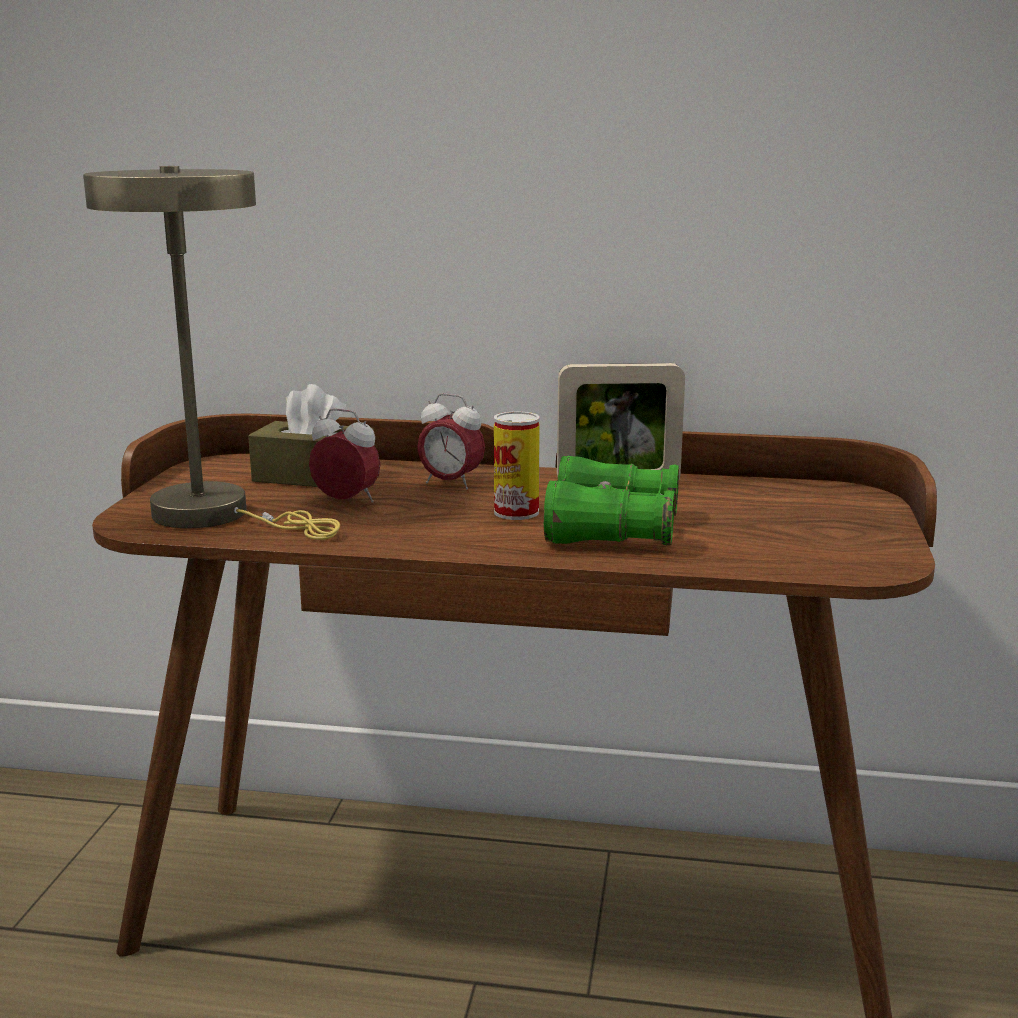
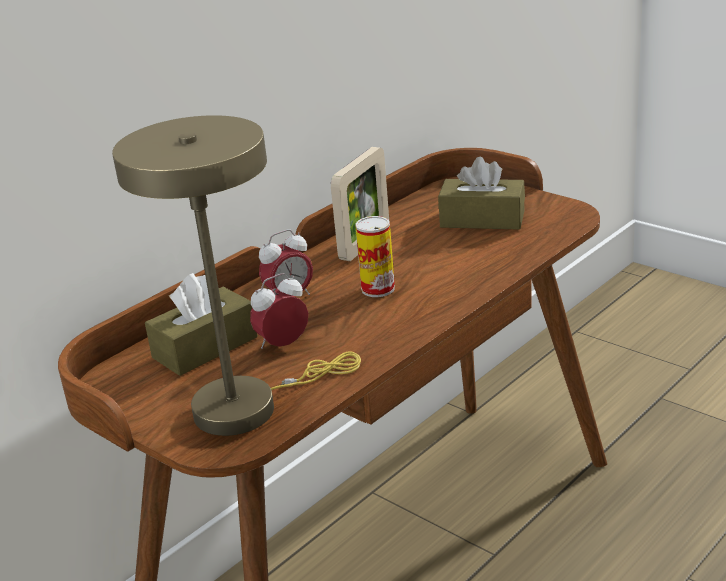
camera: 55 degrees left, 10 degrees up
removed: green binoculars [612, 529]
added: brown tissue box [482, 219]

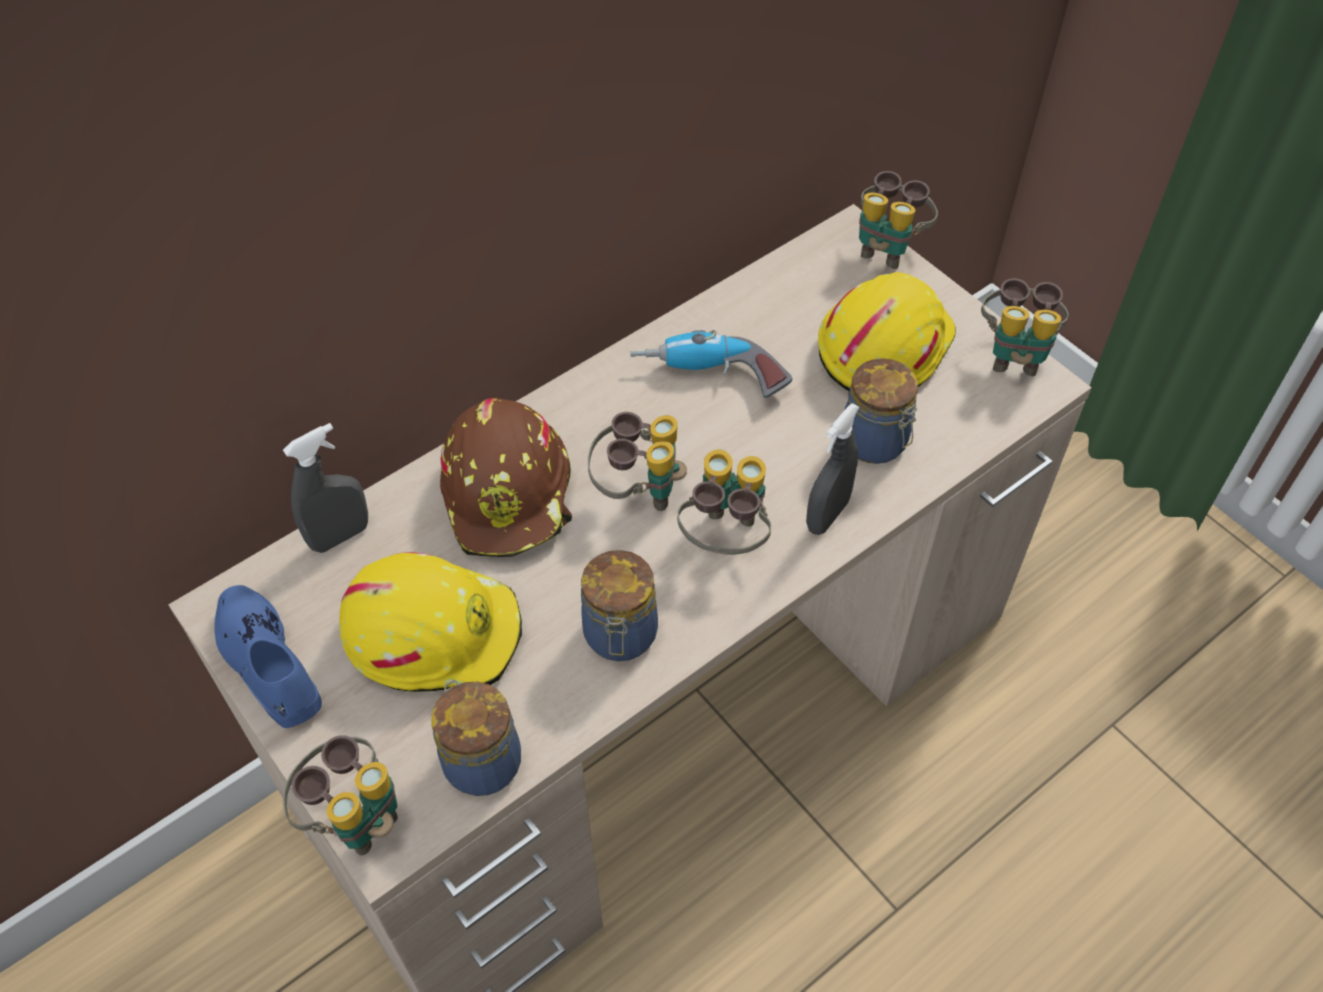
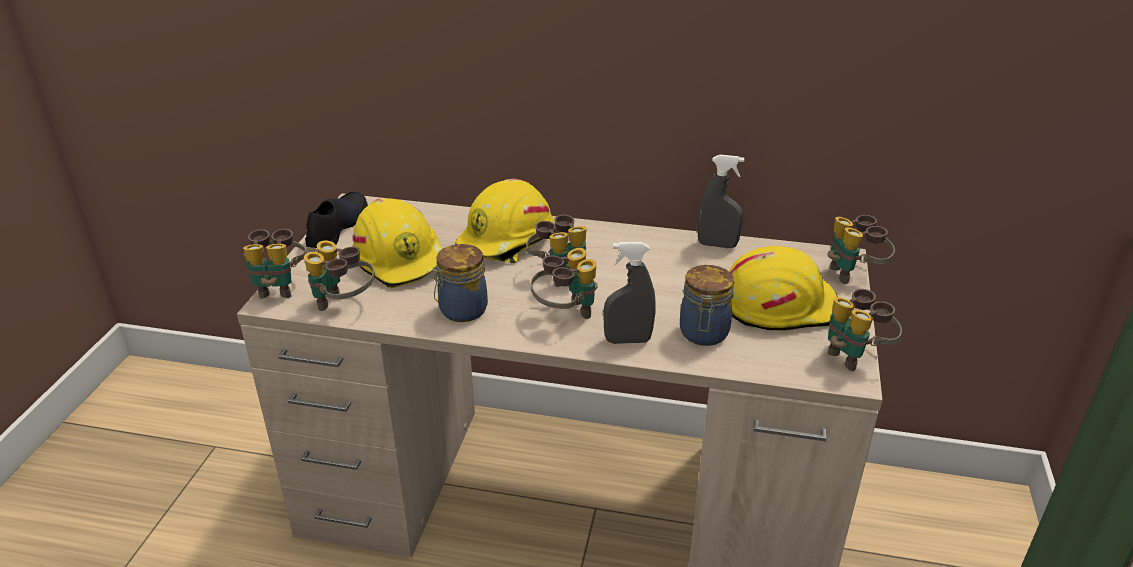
camera: 50 degrees right, 20 degrees down
removed: power drill [710, 378]
moved: grey spray bottle [340, 536] to [717, 245]
replaced: jar [481, 760] to binoculars [343, 305]
recoloured: blue shoe [267, 662] to black shoe [337, 228]; brown hard hat [510, 493] to yellow hard hat [507, 241]

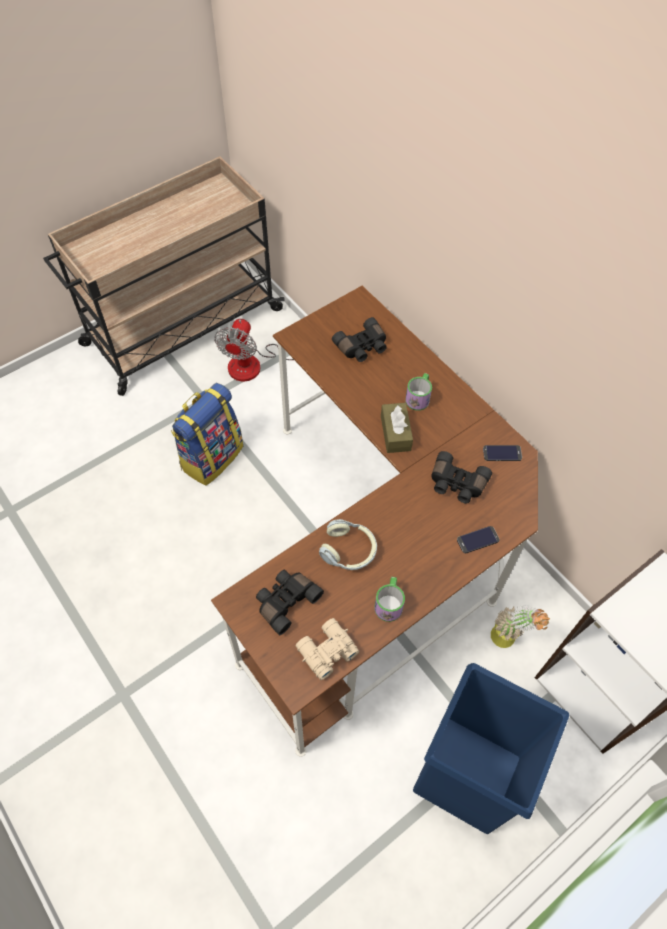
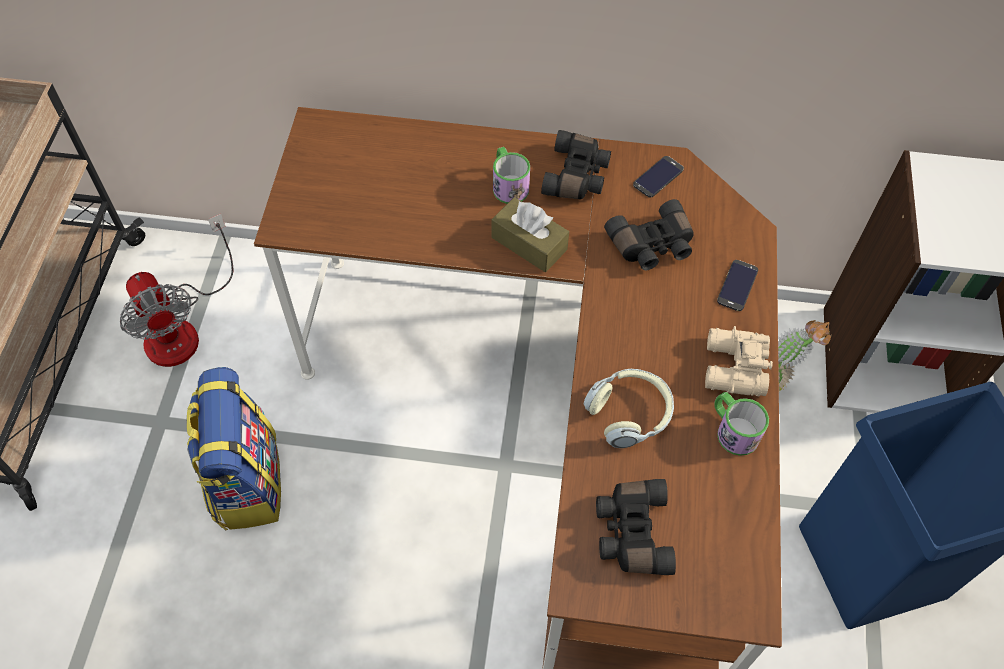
camera: 45 degrees left, 0 degrees up
moved: beige binoculars [325, 651] to [732, 369]; black binoculars [362, 347] to [577, 176]

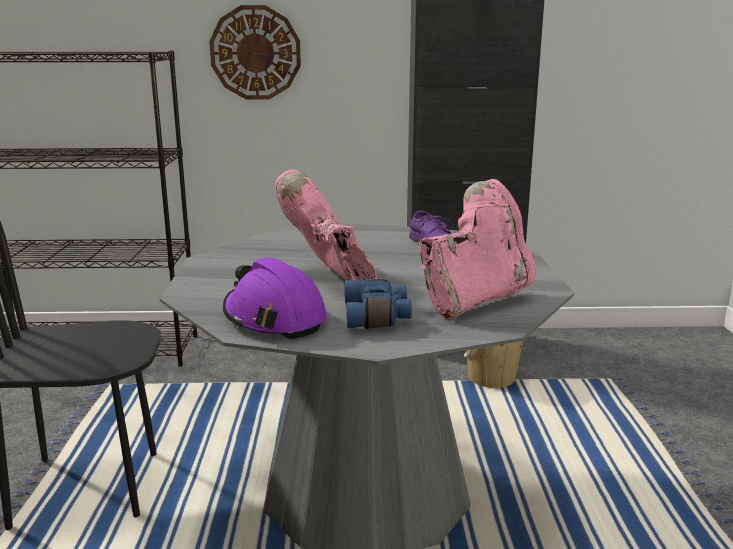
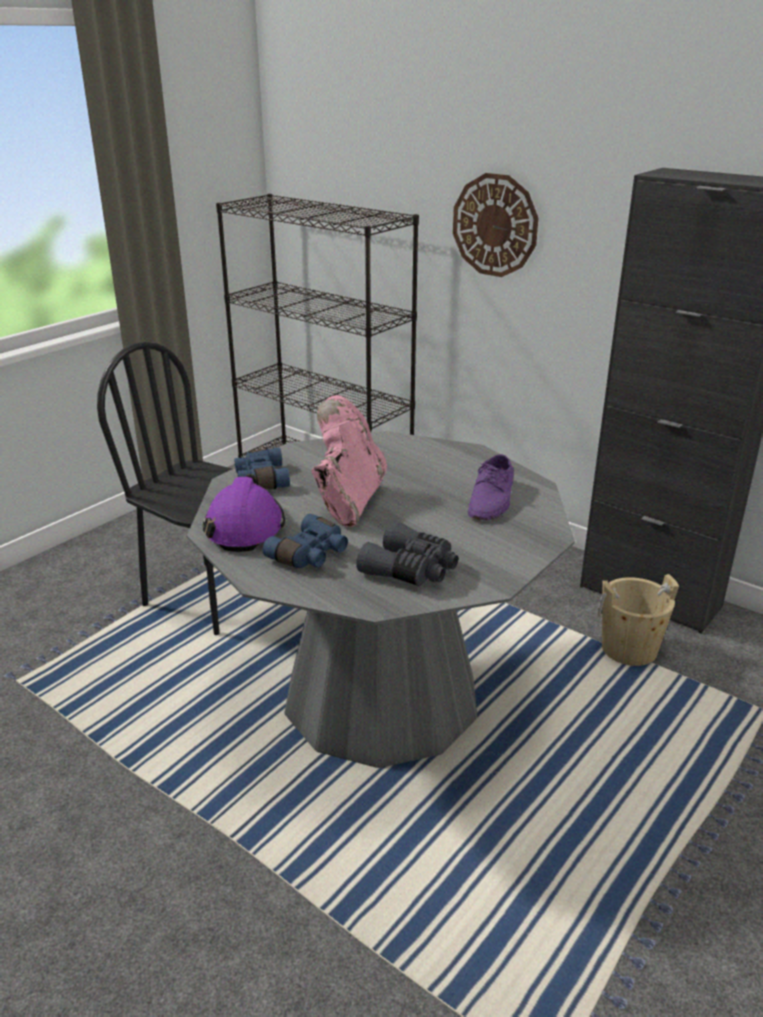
camera: 40 degrees right, 10 degrees up
added: blue binoculars [261, 479]
replaced: pink boot [475, 299] to grey binoculars [411, 569]

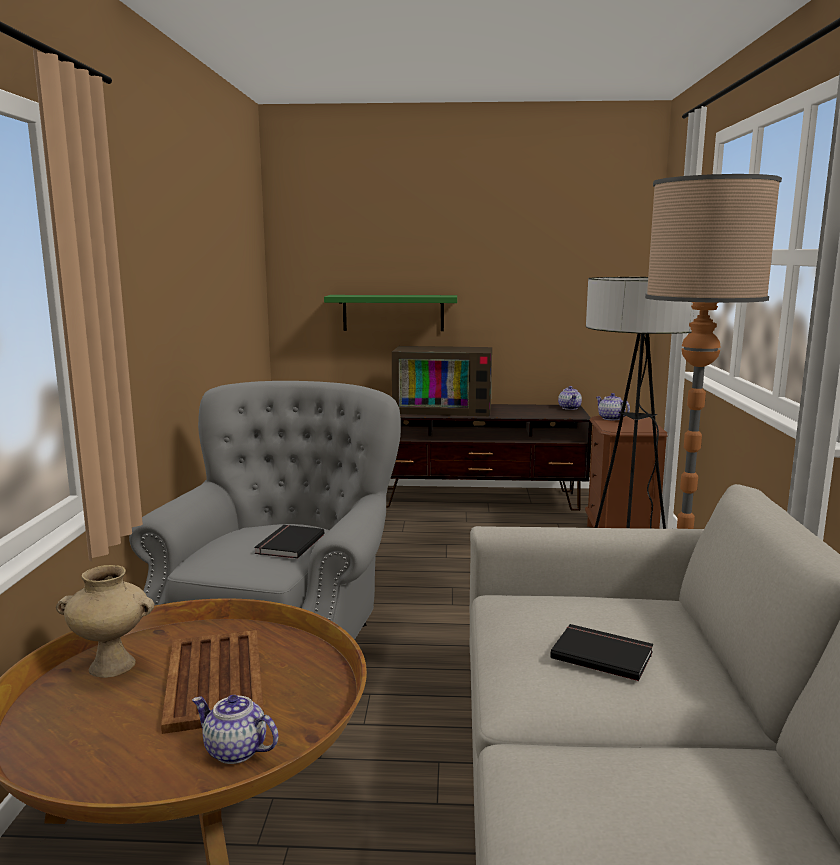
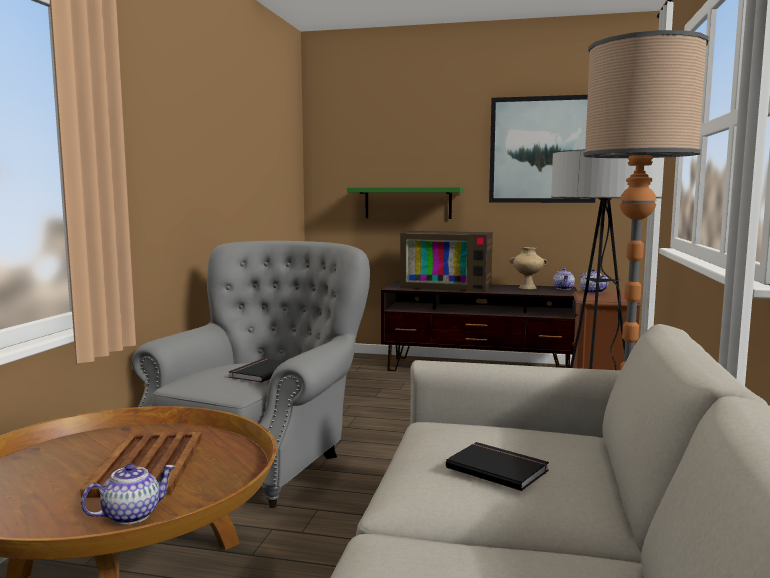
camera: 10 degrees right, 5 degrees down
added: picture [542, 150]
moved: beige vase [113, 665] to [527, 288]
turned: teapot [234, 750] = [132, 515] 105 degrees clockwise

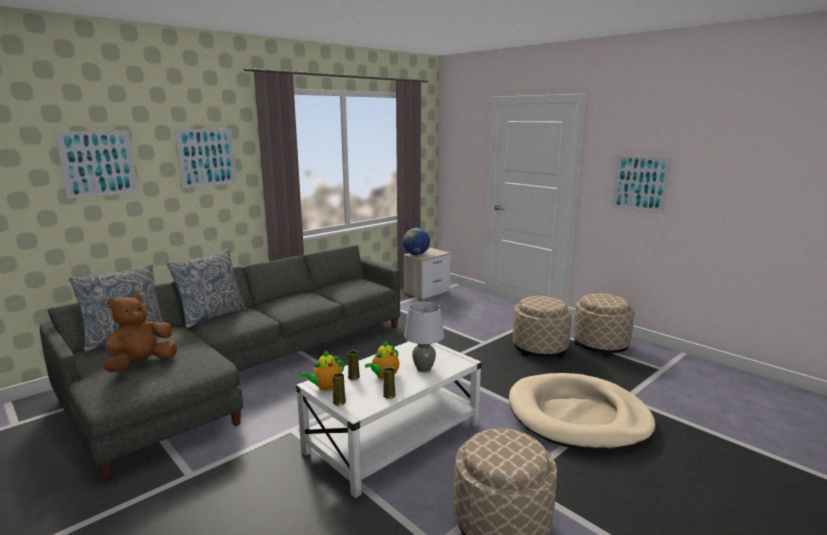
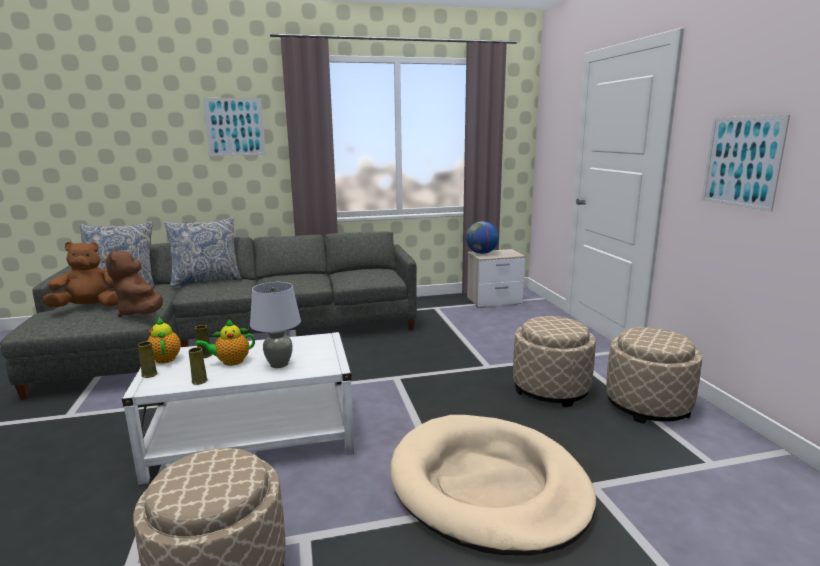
camera: 30 degrees right, 0 degrees up
removed: picture [98, 163]
added: brown plush toy [141, 313]
turned: teapot [325, 387] = [165, 358] 75 degrees clockwise

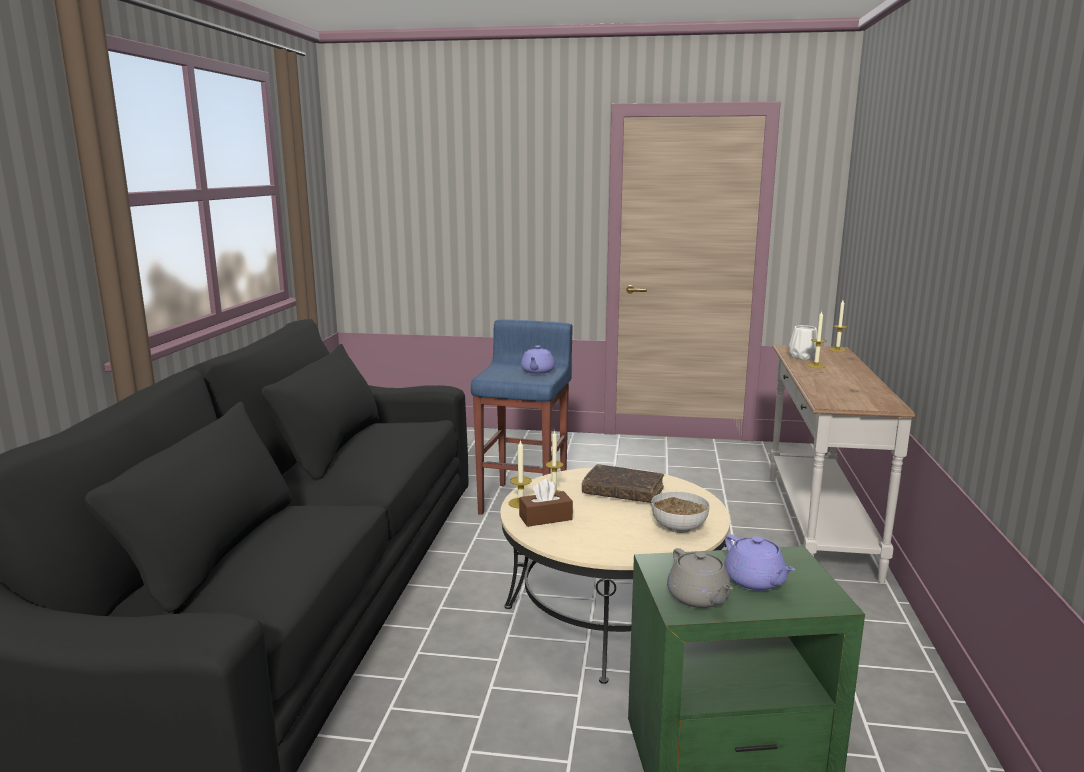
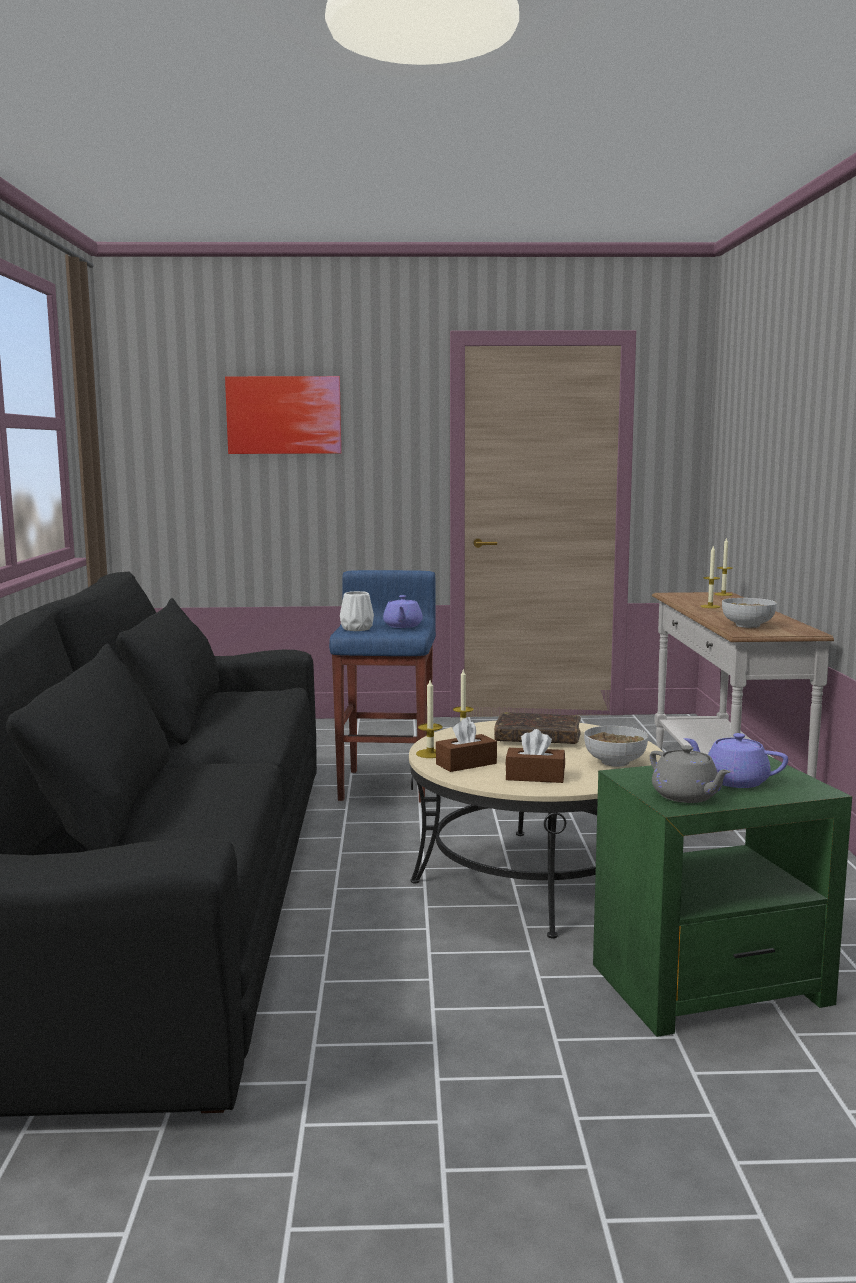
camera: 10 degrees left, 5 degrees down
added: picture [284, 415]; brown tissue box [535, 776]; bowl [747, 625]
moved: white vase [803, 357] to [357, 629]
turned: purple teapot [755, 581] = [734, 781] 150 degrees clockwise

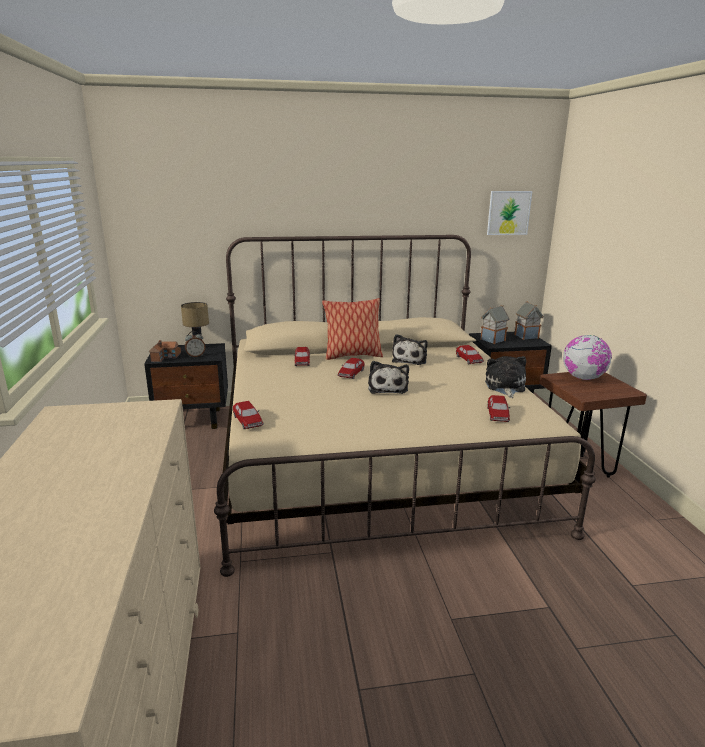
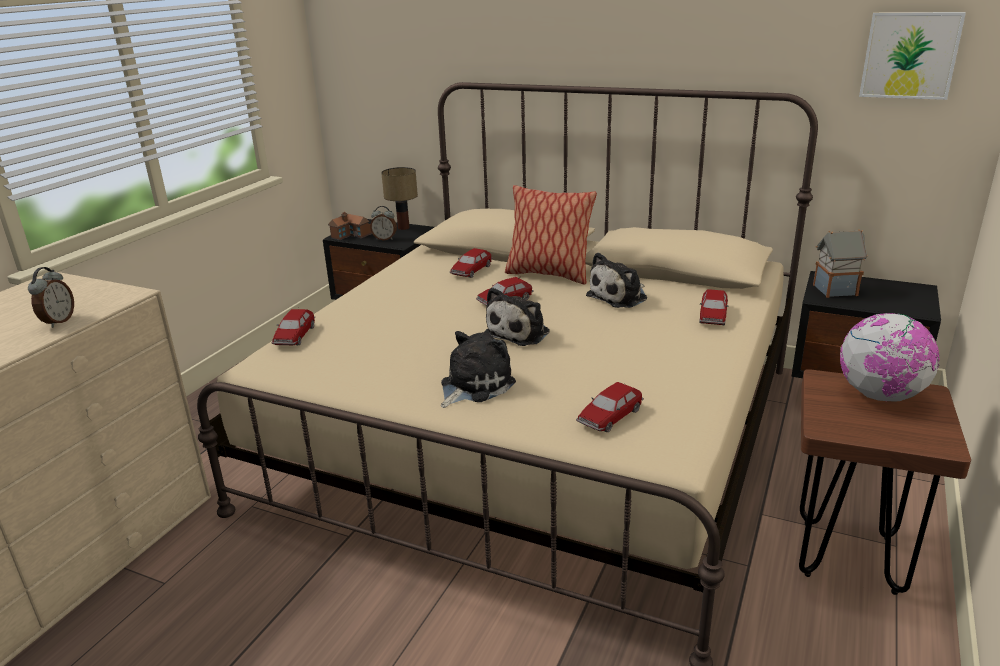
camera: 35 degrees right, 5 degrees up
removed: toy house [527, 336]
added: alarm clock [58, 321]
moved: plush toy [505, 387] to [473, 385]

